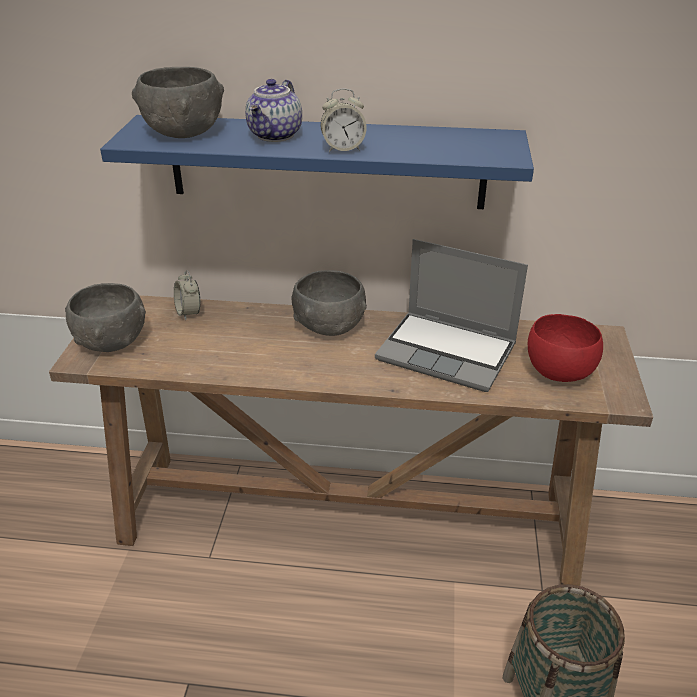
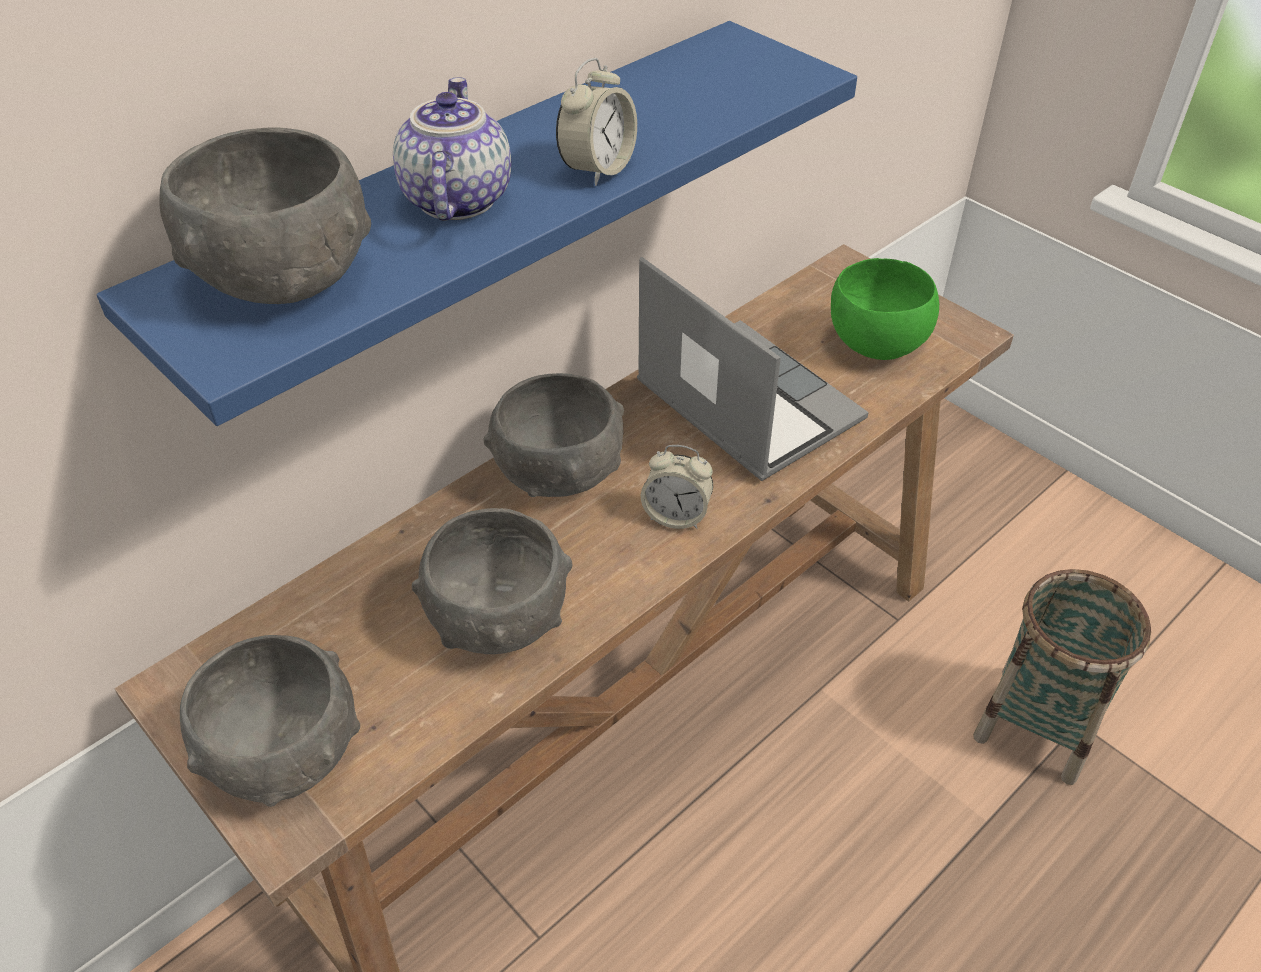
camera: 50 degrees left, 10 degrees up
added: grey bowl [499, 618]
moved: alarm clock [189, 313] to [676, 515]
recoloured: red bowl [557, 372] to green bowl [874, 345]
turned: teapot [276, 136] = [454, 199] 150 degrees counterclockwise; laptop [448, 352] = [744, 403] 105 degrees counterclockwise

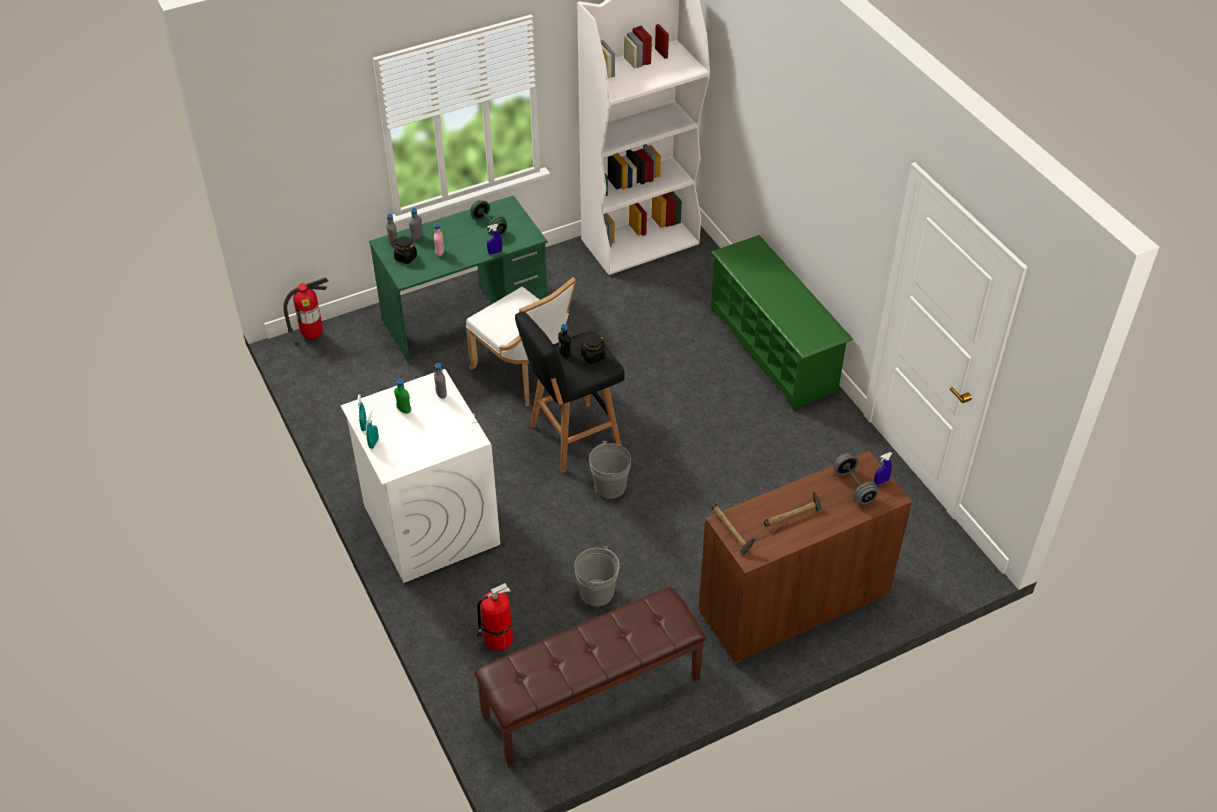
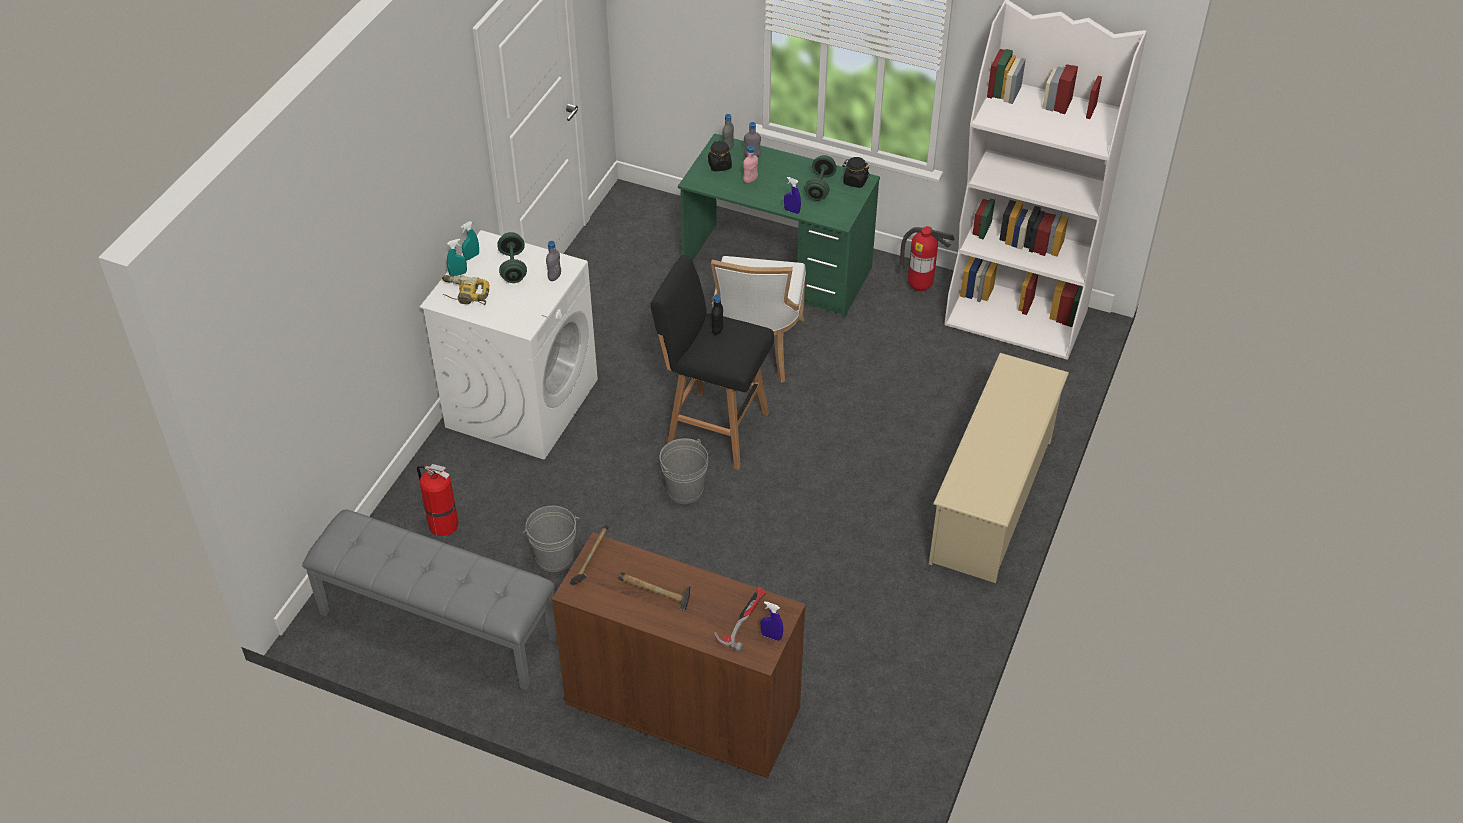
camera: 50 degrees right, 0 degrees up
added: power drill [464, 294]
moved: fire extinguisher [312, 335] to [920, 287]; black jar [592, 357] to [855, 181]
replaced: green bottle [404, 410] to green dumbbell [513, 267]; grey dumbbell [853, 487] to hammer [742, 618]
recoloured: brown bench [592, 698] to grey bench [437, 626]; green shoe rack [773, 350] to beige shoe rack [992, 500]

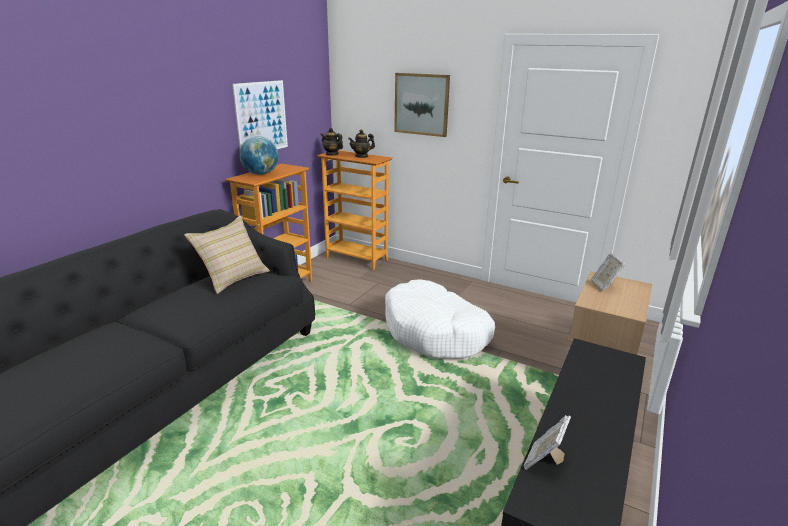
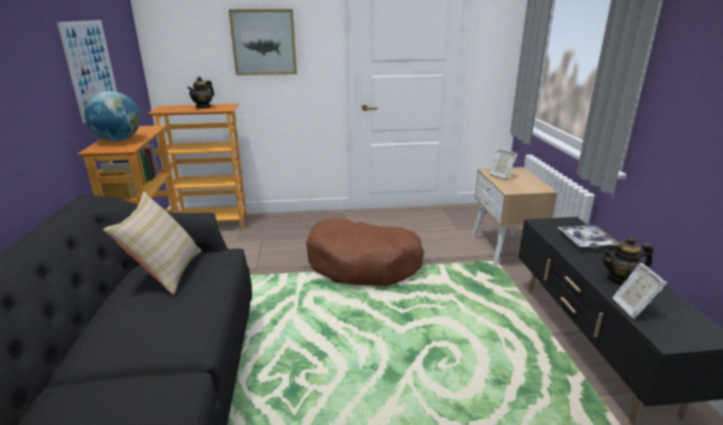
camera: 35 degrees left, 0 degrees up
added: tray [586, 241]
moved: teapot [332, 154] to [620, 280]
recoloured: white dog bed [435, 332] to brown dog bed [364, 264]

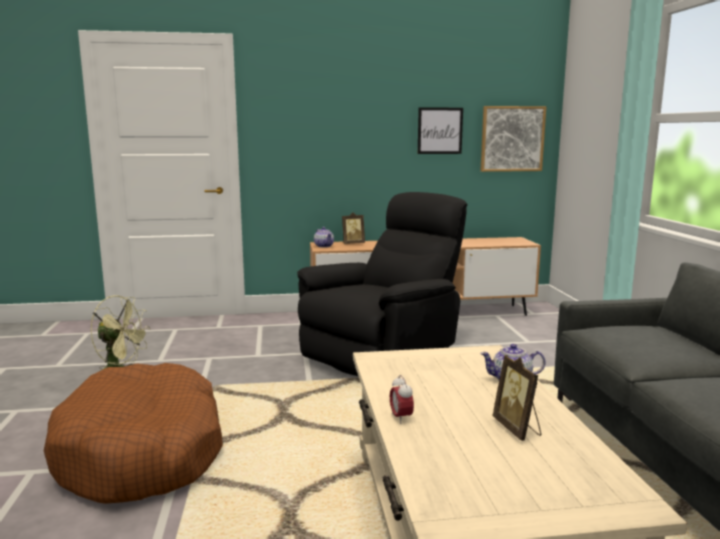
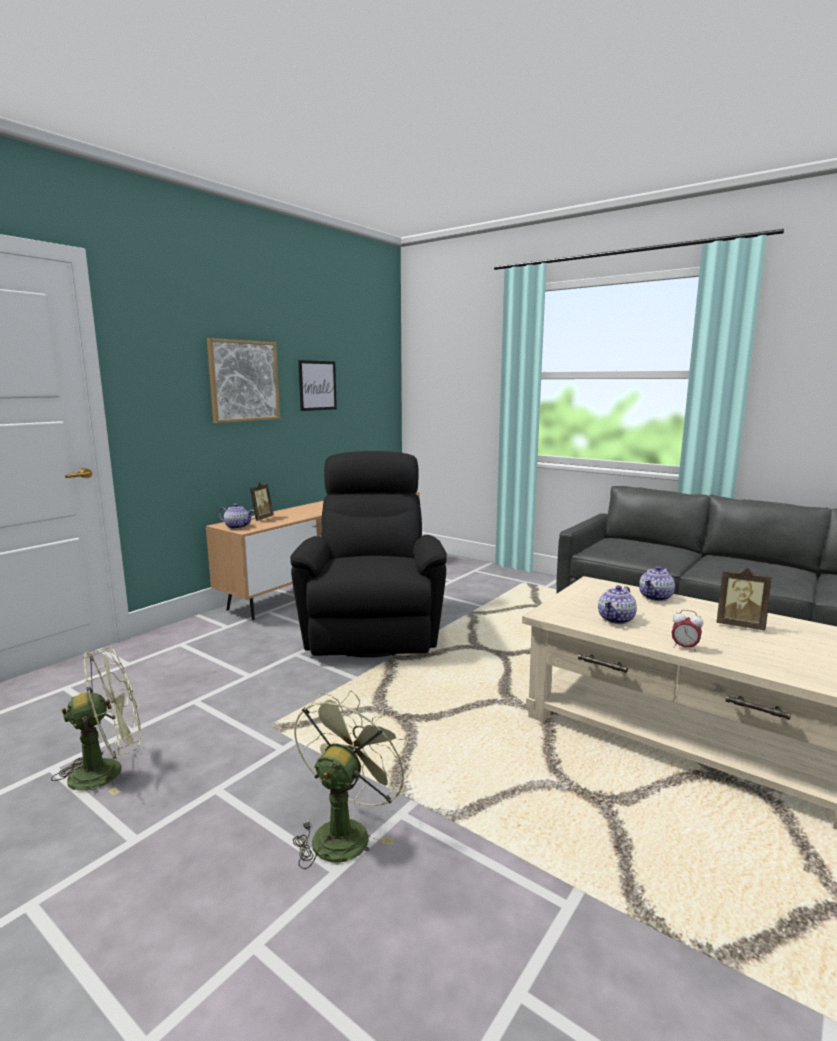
camera: 45 degrees left, 0 degrees up
added: teapot [616, 619]
moved: picture [512, 139] to [244, 381]
replaced: brown dog bed [142, 452] to green fan [345, 831]

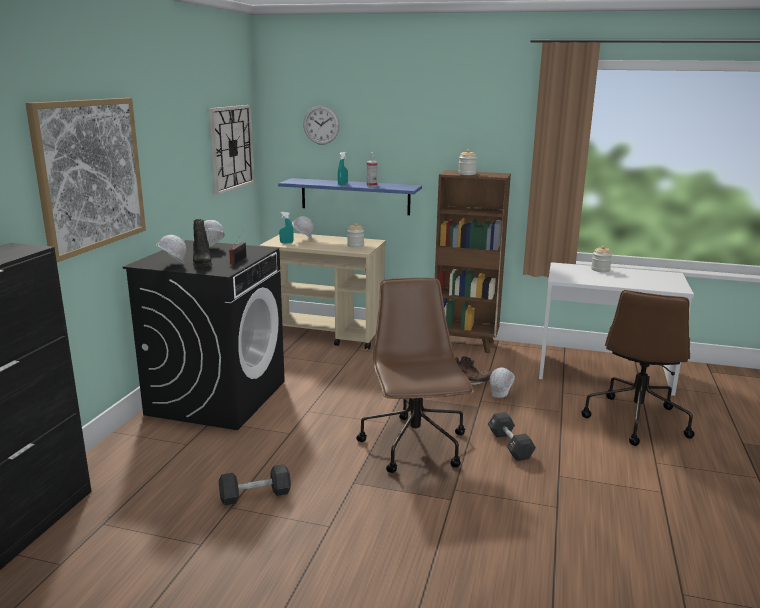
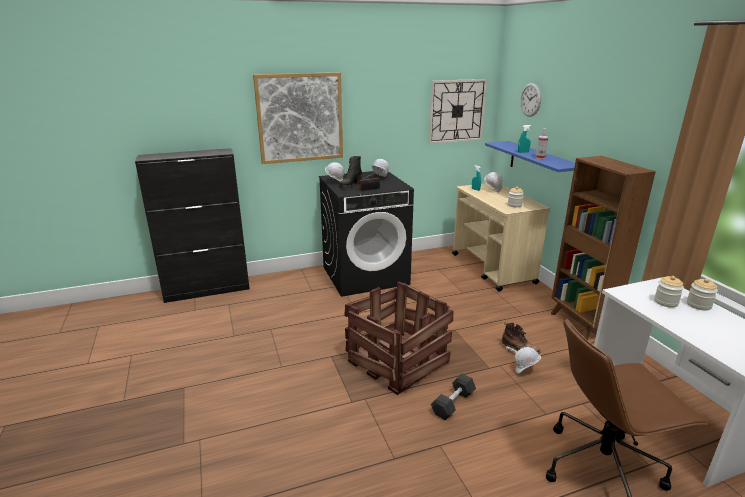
camera: 55 degrees right, 5 degrees up
removed: black dumbbell [255, 495]
moved: jar [467, 174] to [665, 302]
replaced: brown office chair [415, 446] to crate [398, 362]

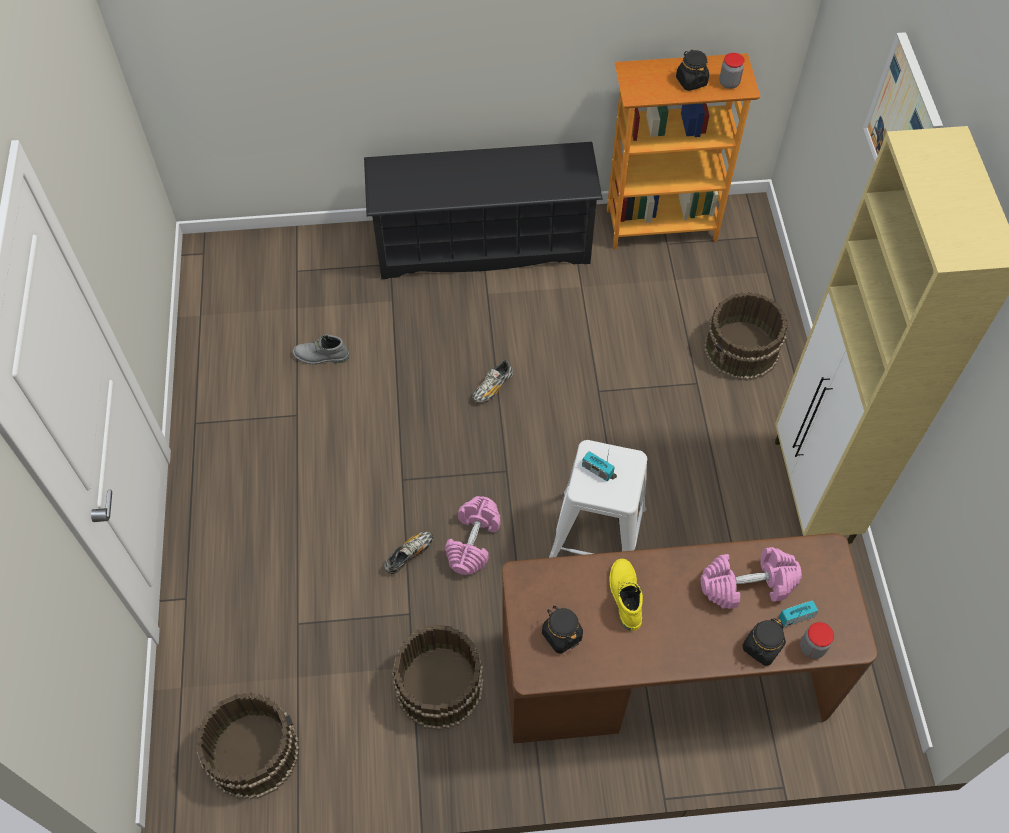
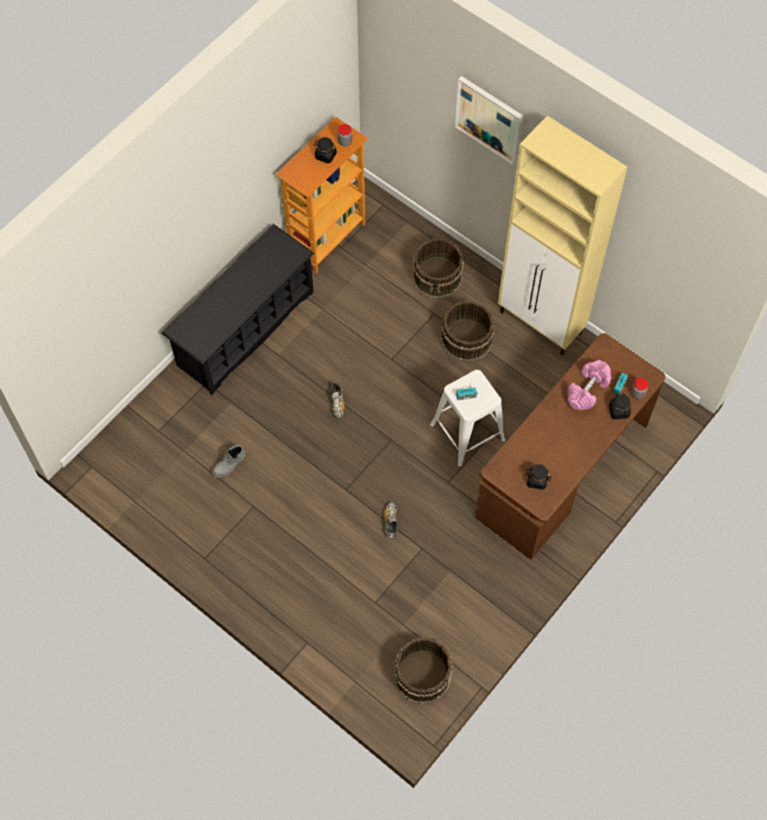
camera: 45 degrees left, 5 degrees up
removed: pink dumbbell [473, 541]; yellow boot [624, 596]
moved: brown bucket [438, 685] to [466, 339]

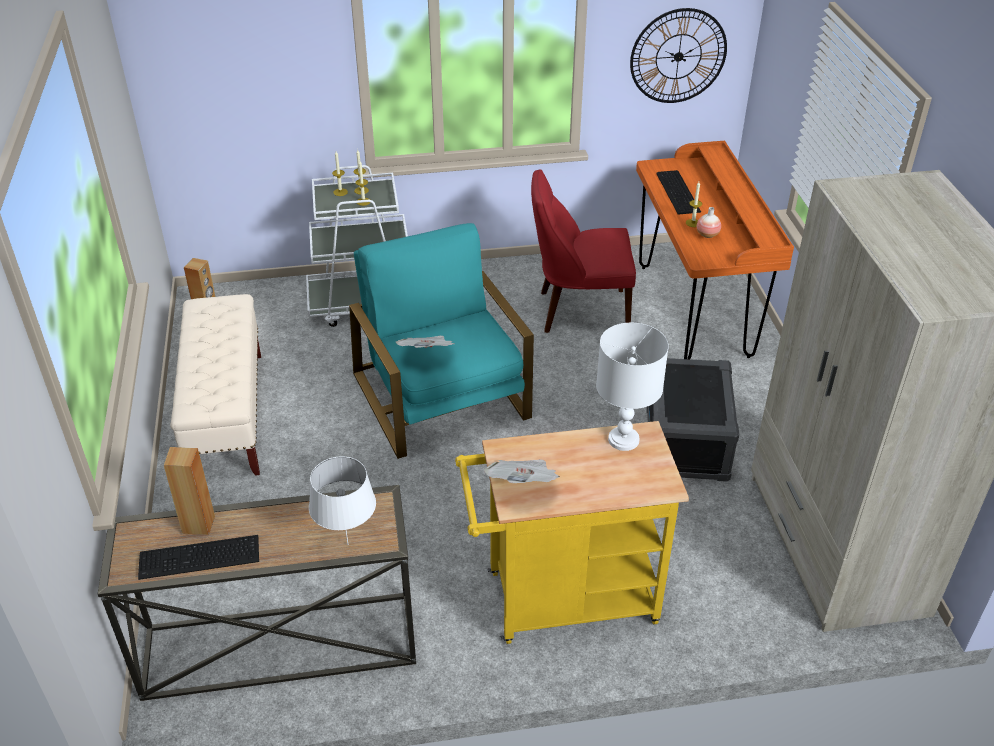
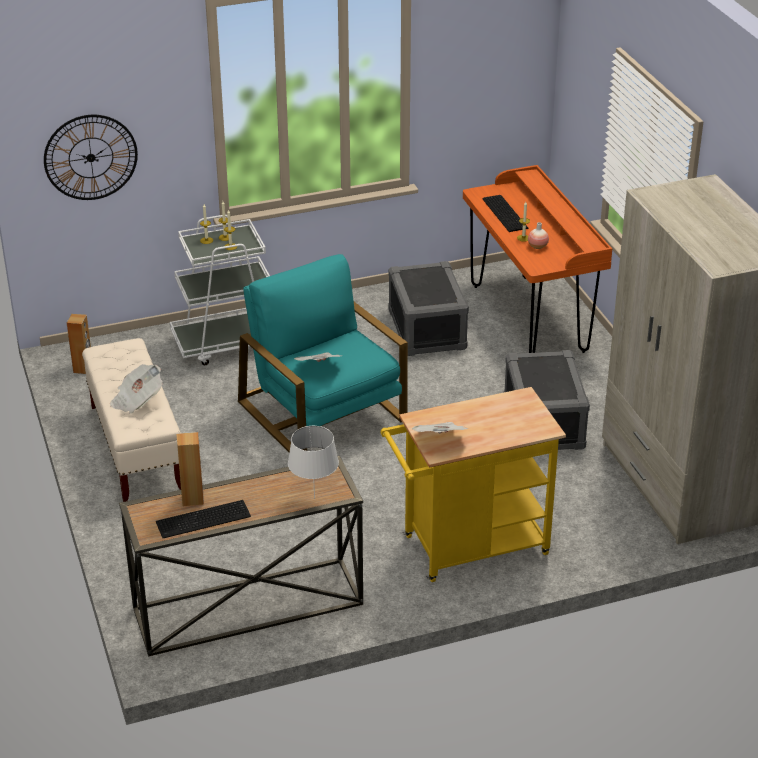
camera: 10 degrees left, 5 degrees down
removed: white table lamp [623, 439]
added: newspaper [137, 400]
moved: wall clock [678, 56] to [90, 157]
replaced: red chair [579, 311] to grey storage box [426, 329]

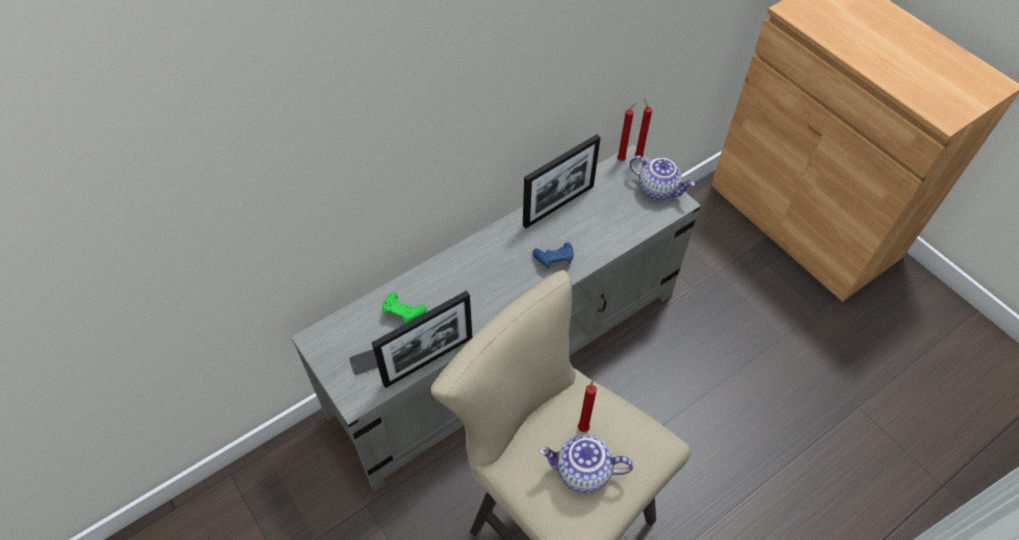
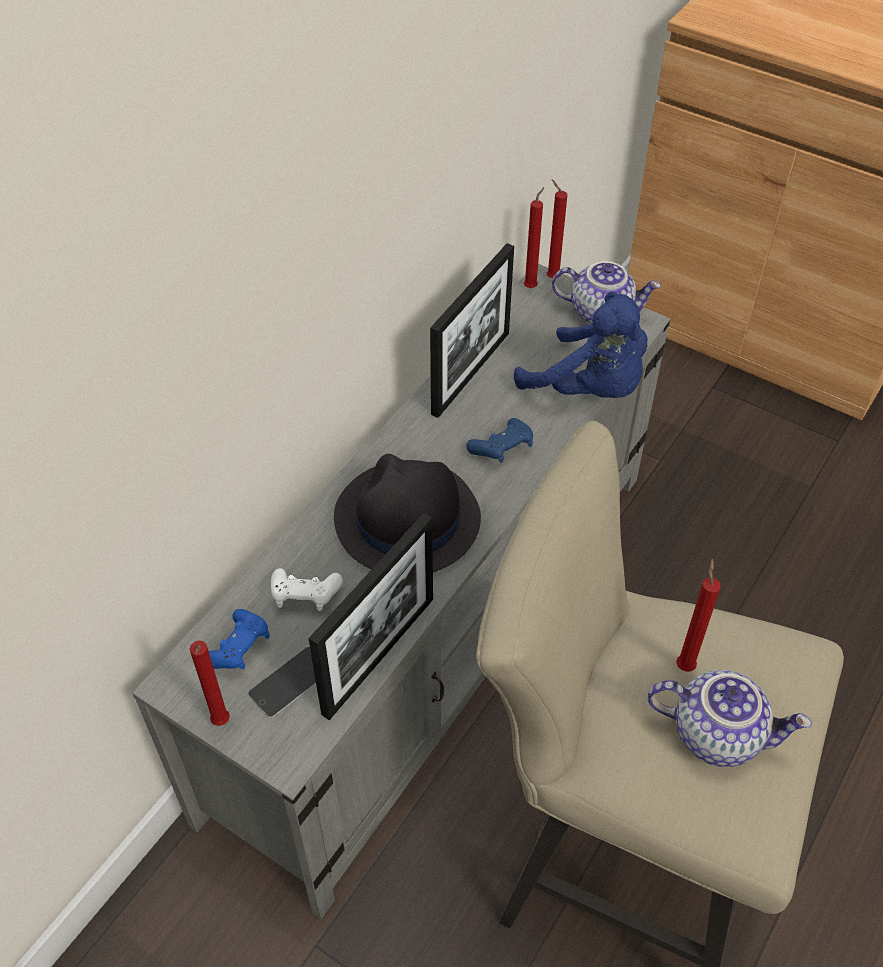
camera: 20 degrees left, 5 degrees down
added: red candle [221, 724]; blue game controller [237, 650]; black hat [406, 519]; blue plush toy [589, 389]
recoloured: green game controller [403, 313] to white game controller [305, 596]
turned: teapot [582, 473] = [718, 733] 150 degrees counterclockwise

